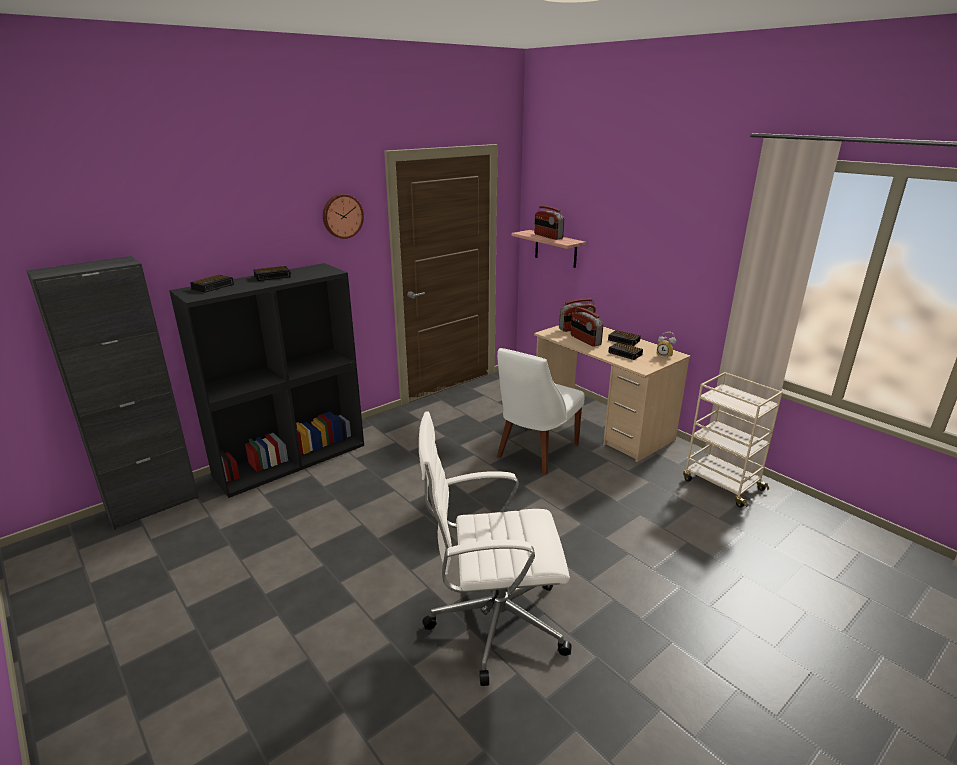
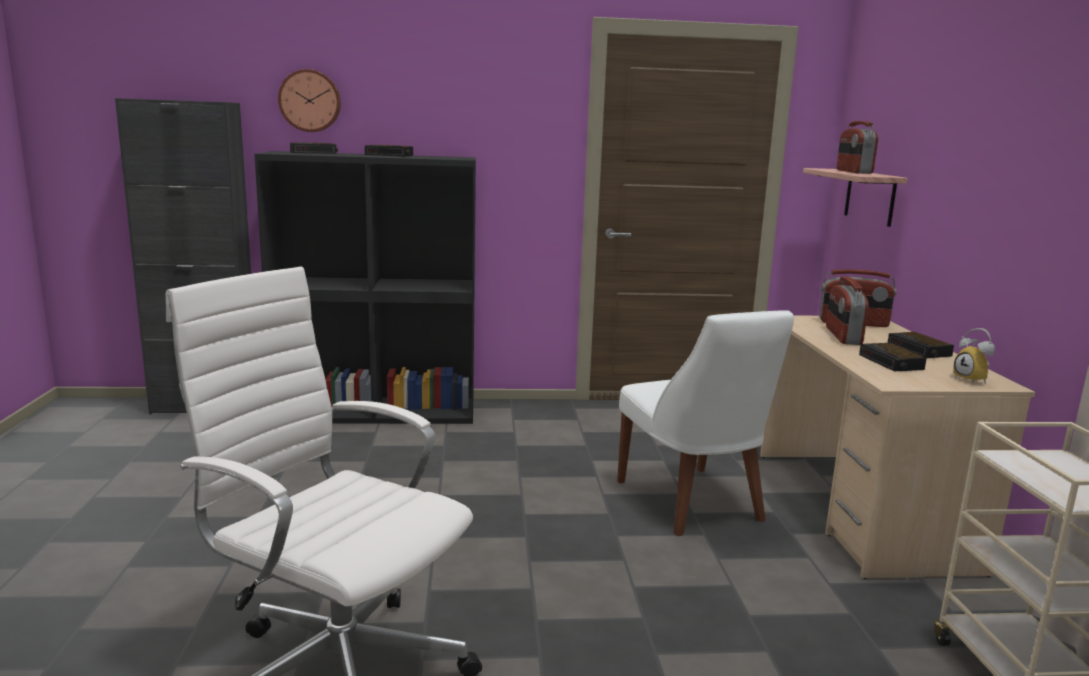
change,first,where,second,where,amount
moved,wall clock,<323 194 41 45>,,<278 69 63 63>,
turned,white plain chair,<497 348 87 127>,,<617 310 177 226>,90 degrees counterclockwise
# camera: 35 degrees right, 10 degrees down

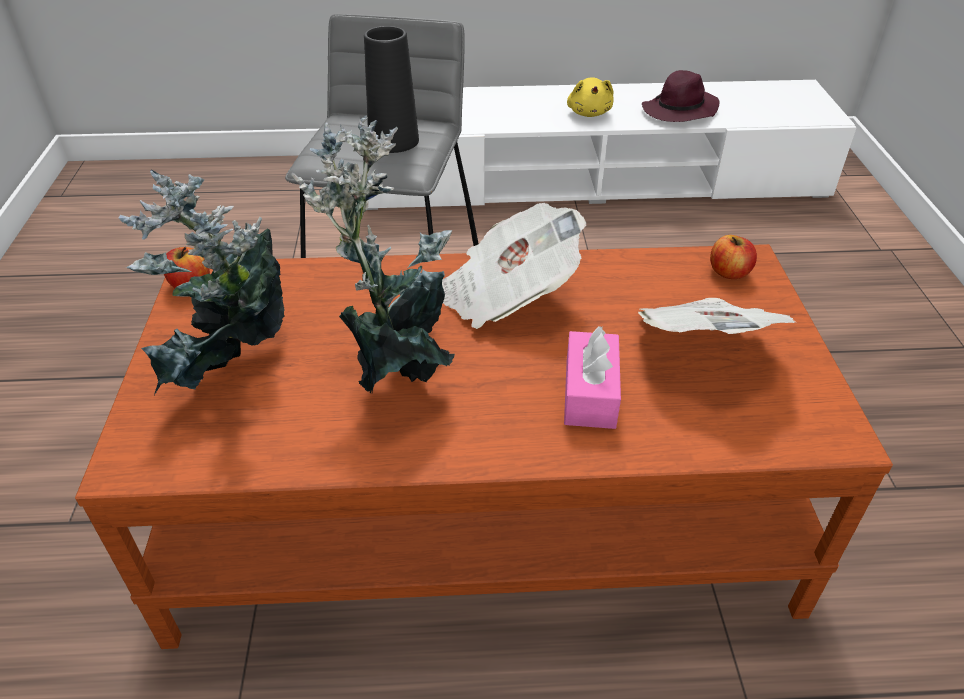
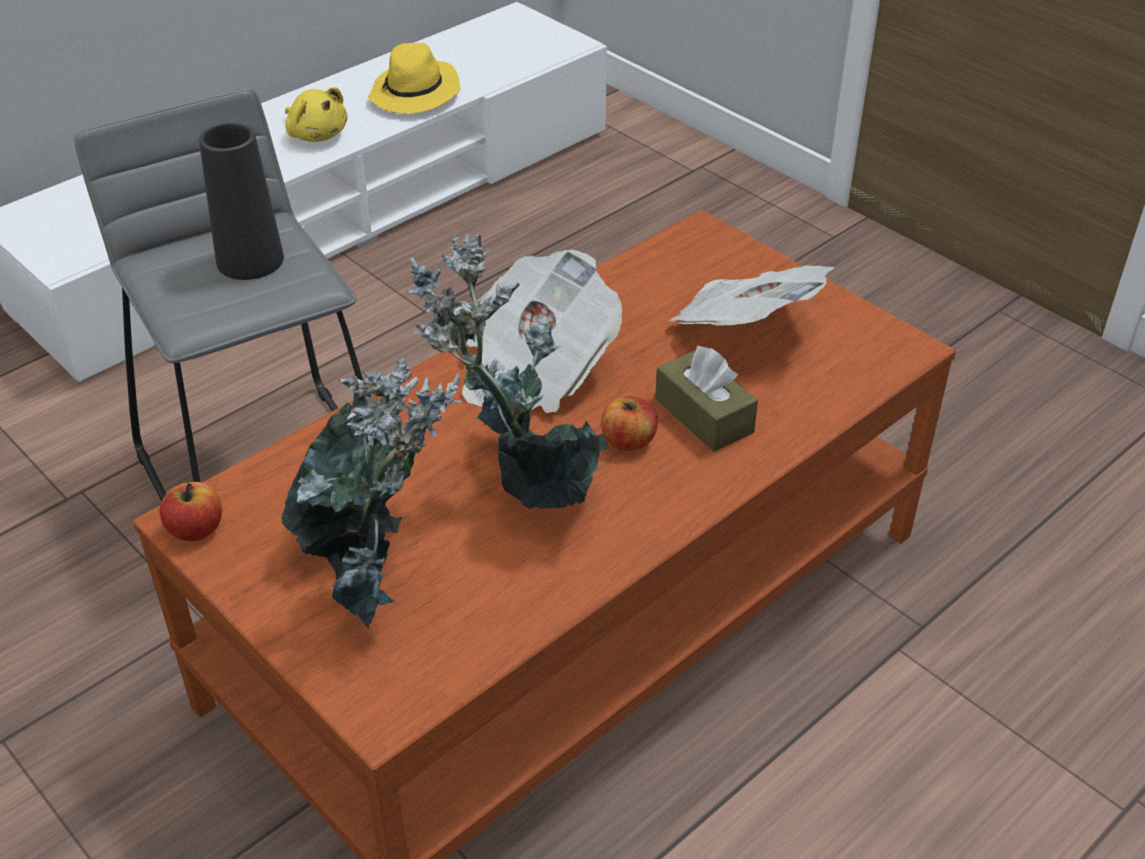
change,first,where,second,where,amount
moved,apple,<710 235 47 44>,,<601 396 57 55>,
recoloured,pink-coloured box of tissues,<564 326 57 103>,brownish box of tissues,<655 346 103 106>,
recoloured,purplish wearable hat,<642 70 77 52>,yellowish wearable hat,<368 43 93 71>,
# camera: 40 degrees left, 0 degrees up

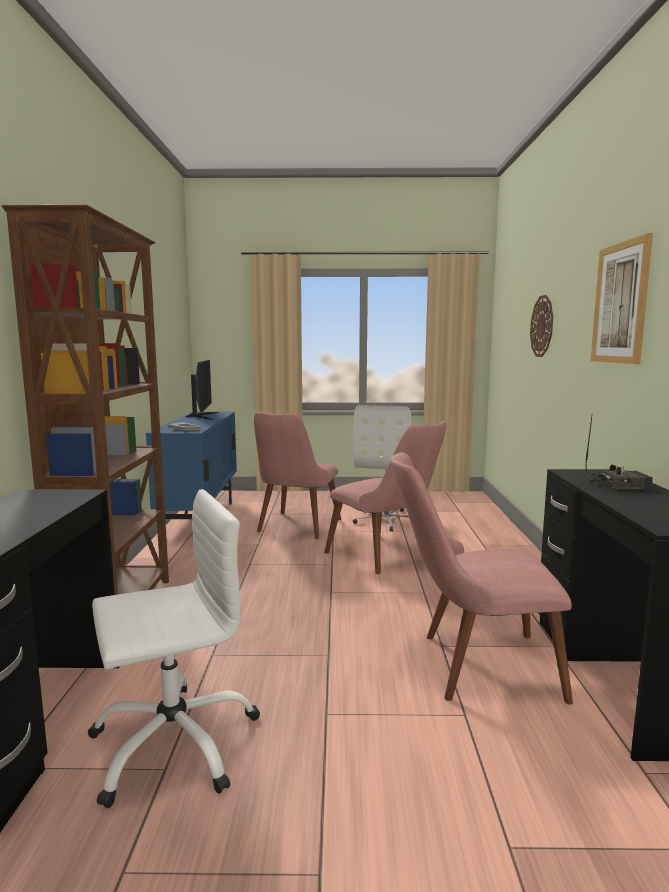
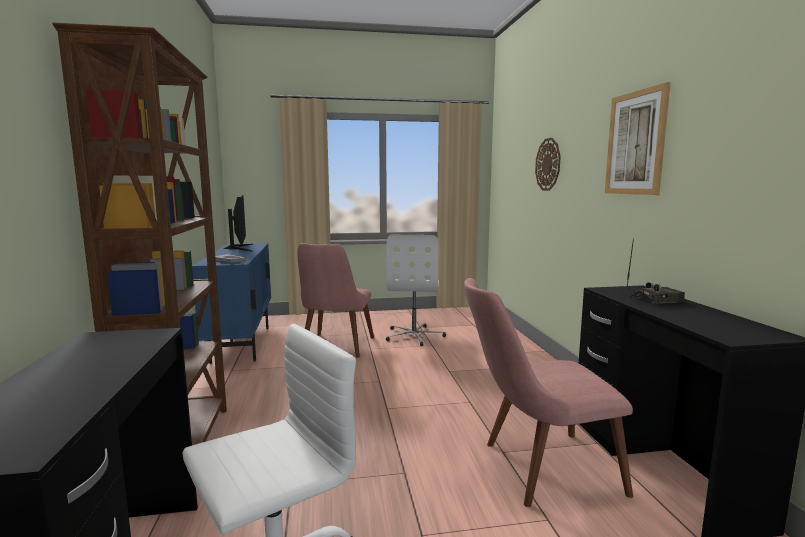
change,first,where,second,where,amount
removed,pink-coloured plain chair,<324 421 123 153>,,,
# camera: 10 degrees left, 0 degrees up

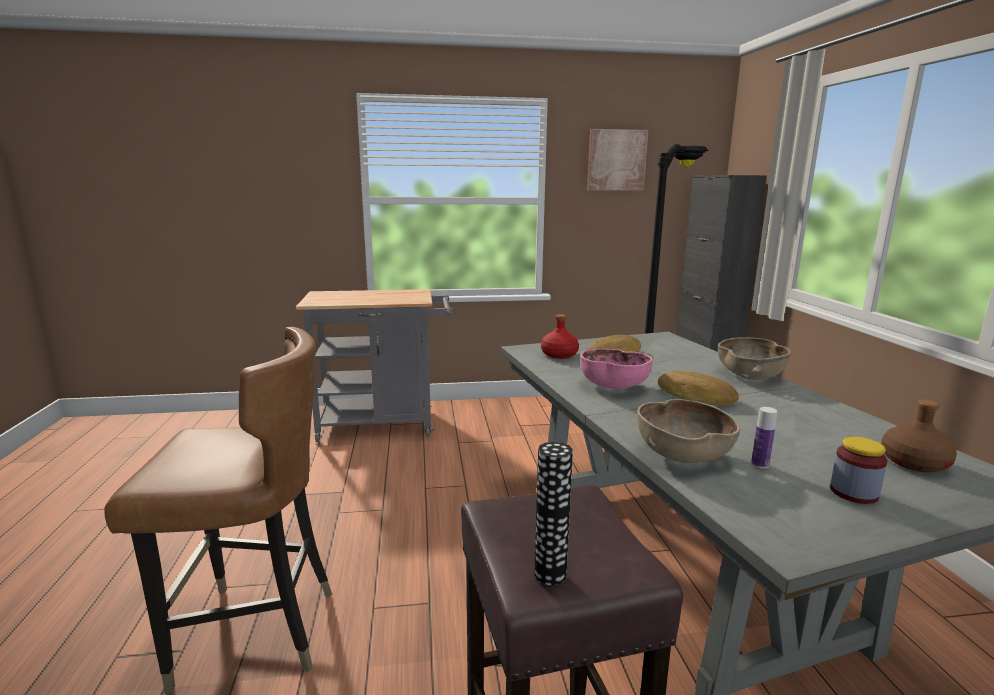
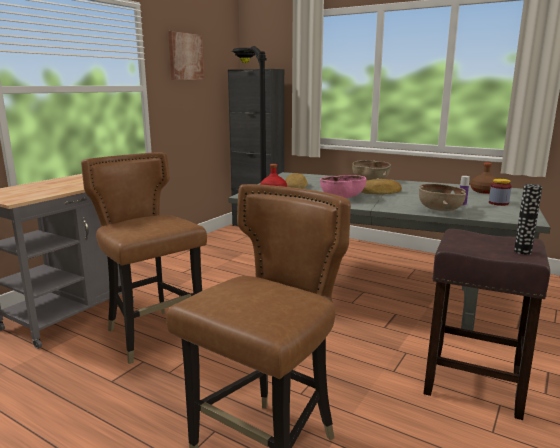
change,first,where,second,where,amount
added,,,brownish plain chair,<81 152 126 212>,
# camera: 50 degrees left, 0 degrees up

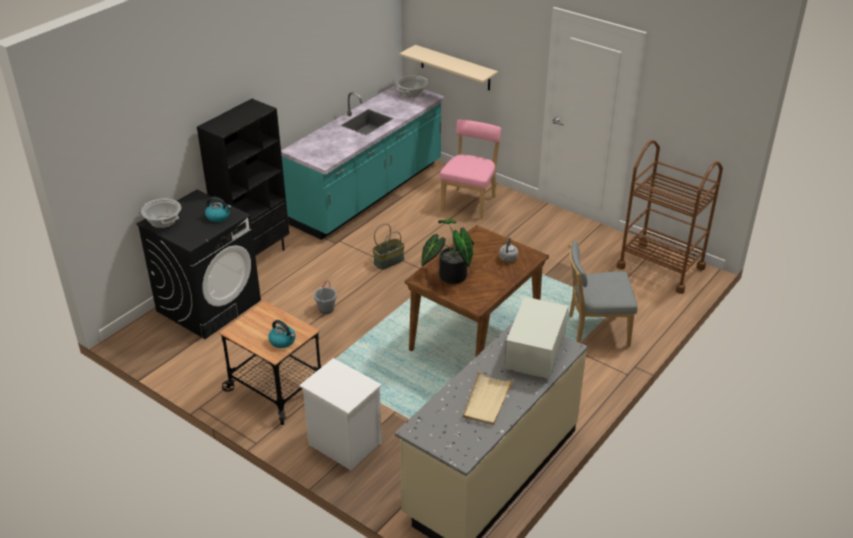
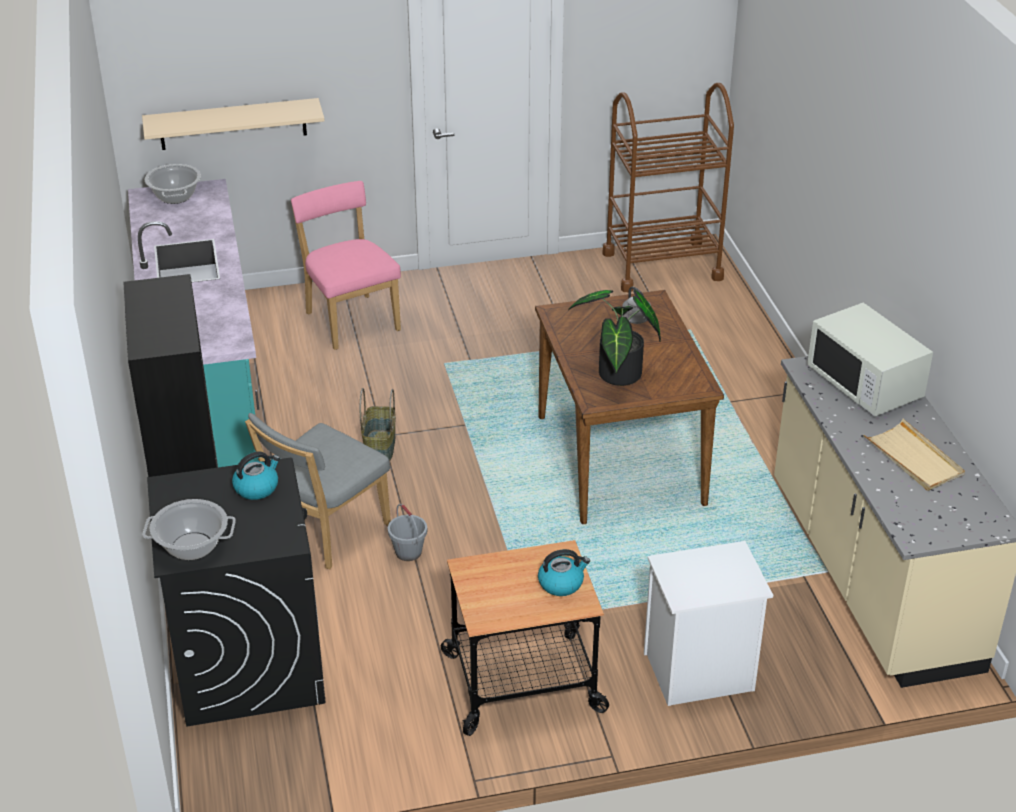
change,first,where,second,where,amount
moved,greyish plain chair,<569 240 69 107>,,<245 413 146 156>,
# camera: 50 degrees left, 0 degrees up

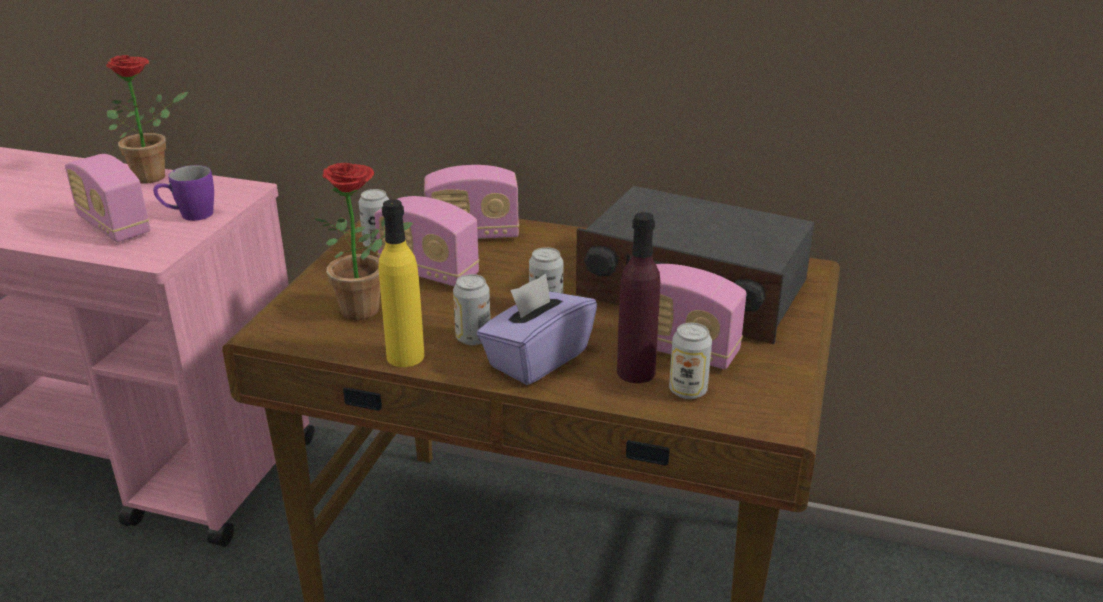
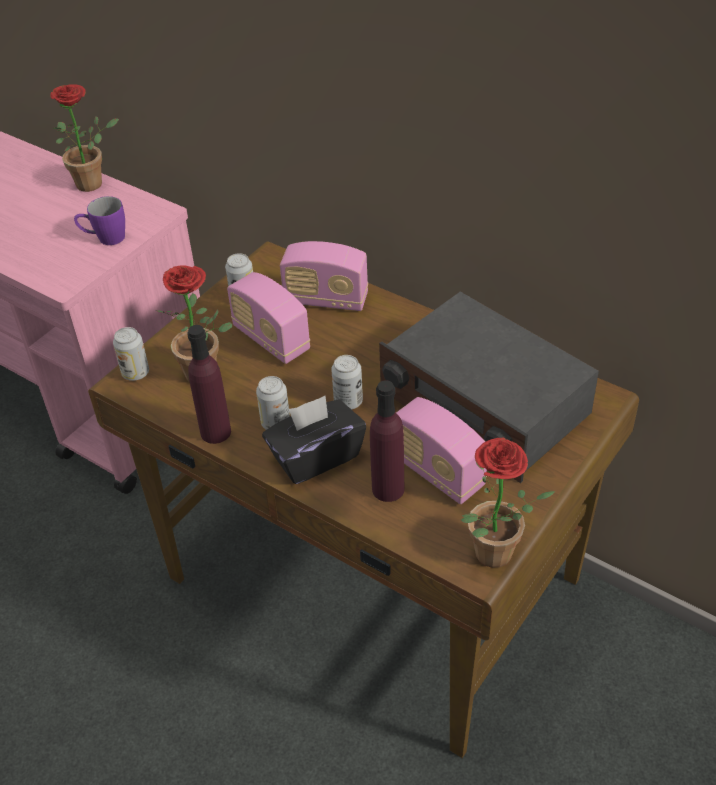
change,first,where,second,where,amount
removed,radio receiver,<65 154 85 88>,,,
added,,,plant in a pot,<461 438 95 130>,
moved,metal can,<669 323 43 76>,,<113 327 36 54>,
recoloured,yellowish drink bottle,<379 199 45 168>,purplish drink bottle,<187 325 44 119>,
recoloured,purplish box of tissues,<477 274 120 111>,blackish box of tissues,<262 396 104 88>,
# camera: 20 degrees right, 15 degrees up

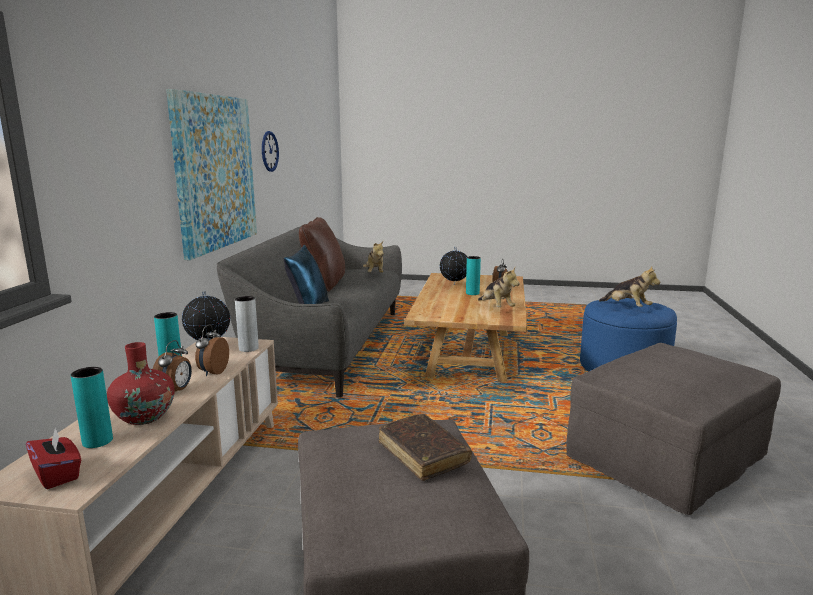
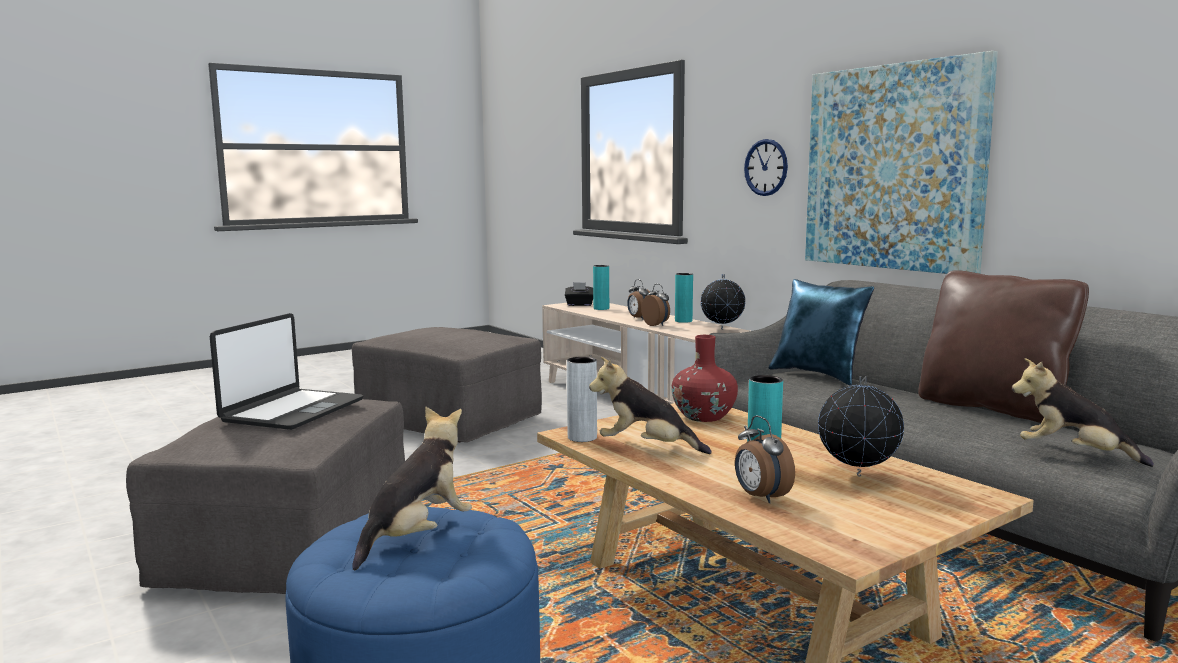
change,first,where,second,where,amount
removed,brownish bound book,<379 414 93 67>,,,
added,,,notebook computer,<210 313 154 117>,
moved,red vase,<107 342 68 83>,,<671 335 67 87>,
moved,greyish vase,<235 296 24 56>,,<567 357 30 85>,
moved,wall clock,<262 131 17 41>,,<744 139 44 57>,
recoloured,red box of tissues,<26 427 55 62>,blackish box of tissues,<565 282 28 24>,
turned,plush toy,<599 266 61 41>,,<352 406 120 165>,120 degrees clockwise
# camera: 135 degrees right, 5 degrees down

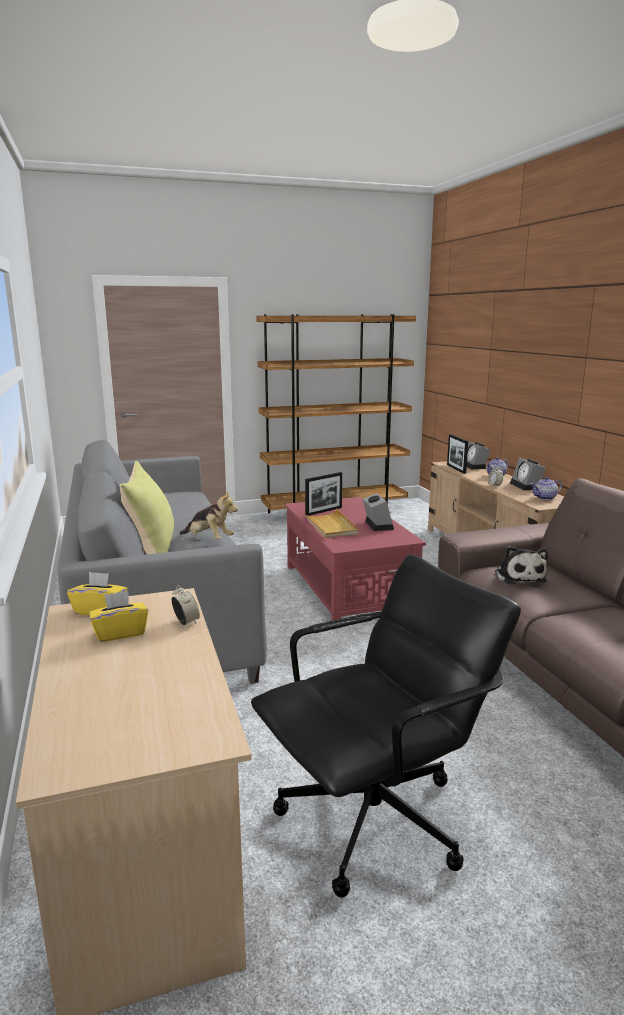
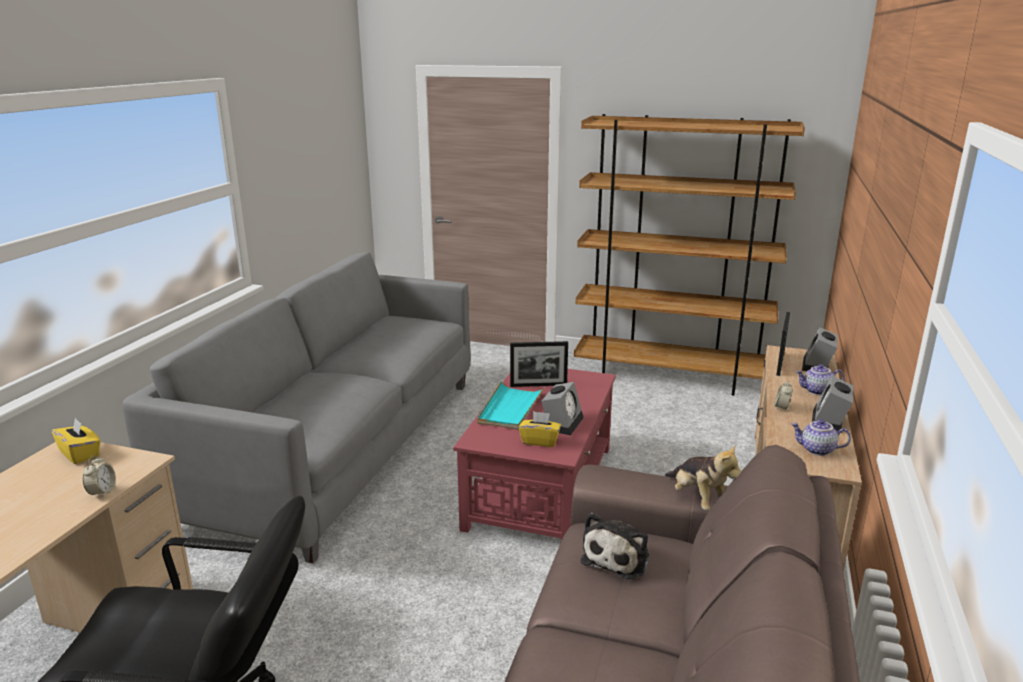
change,first,where,second,where,amount
removed,yellowish throw pillow,<120 461 54 93>,,,
moved,yellowish box of tissues,<89 591 59 51>,,<519 411 42 36>,
moved,plush toy,<180 491 58 48>,,<665 444 76 67>,
recoloured,beige tray,<302 509 57 29>,turquoise tray,<477 381 68 49>,
# camera: 35 degrees right, 5 degrees up

